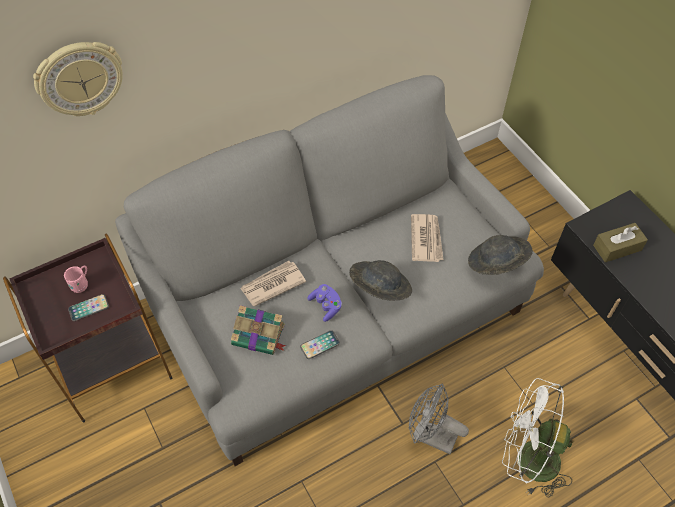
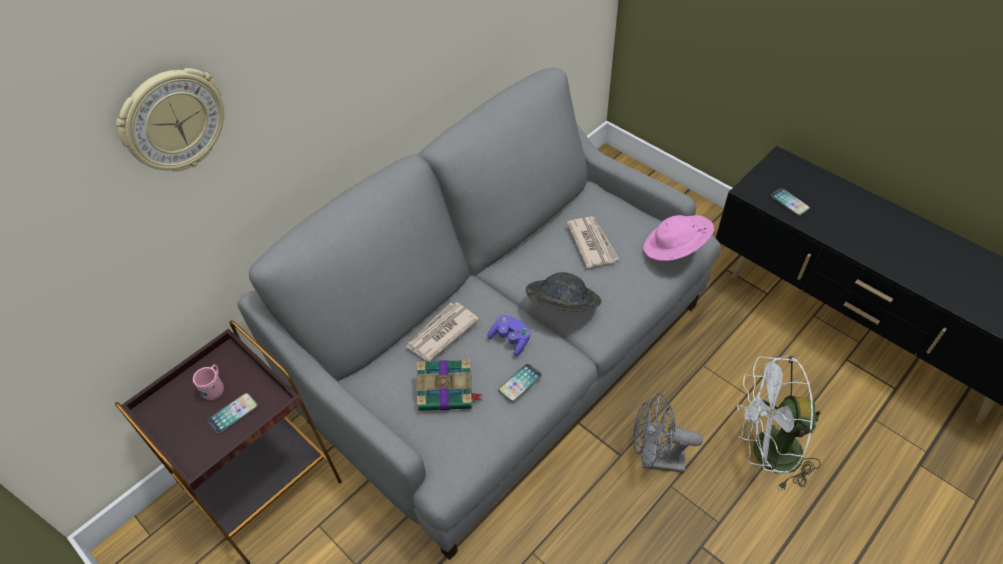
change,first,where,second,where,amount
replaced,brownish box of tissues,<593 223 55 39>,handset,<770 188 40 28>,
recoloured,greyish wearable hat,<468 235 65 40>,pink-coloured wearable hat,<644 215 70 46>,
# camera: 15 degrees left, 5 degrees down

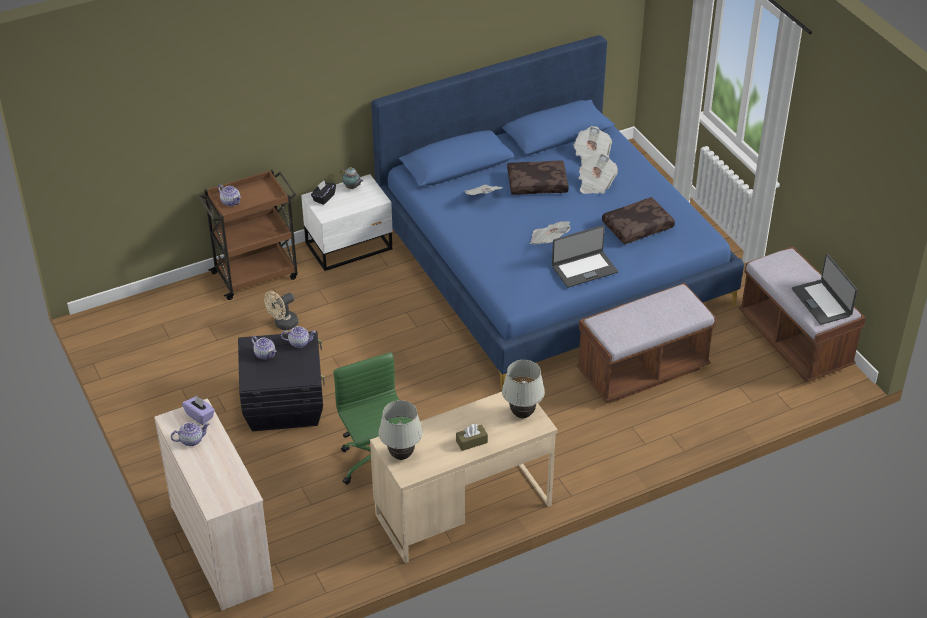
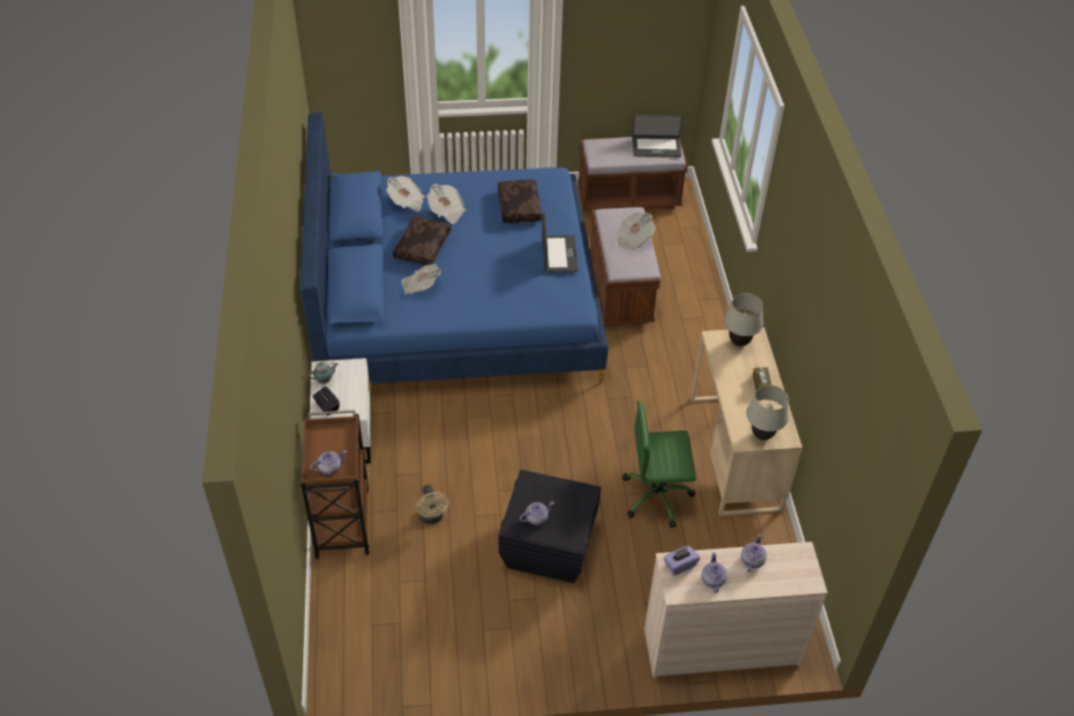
change,first,where,second,where,amount
moved,tea pot,<281 326 35 22>,,<741 534 26 38>,
moved,daily paper,<530 221 41 23>,,<614 212 41 39>,
# camera: 70 degrees left, 5 degrees up

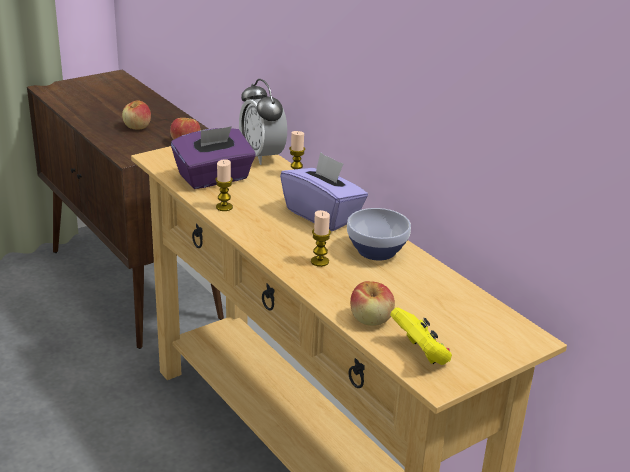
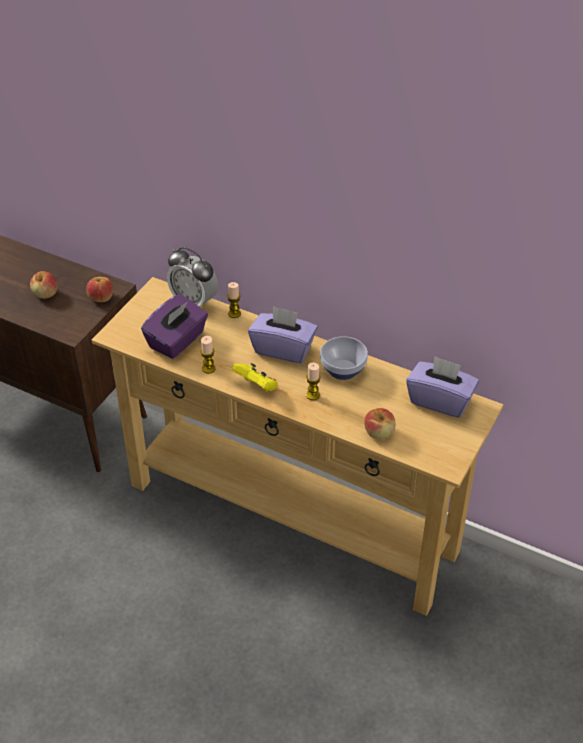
change,first,where,second,where,amount
added,,,purplish box of tissues,<406 356 73 62>,
moved,yellowish gamepad,<390 307 62 58>,,<232 363 46 29>,
# camera: 25 degrees left, 15 degrees up

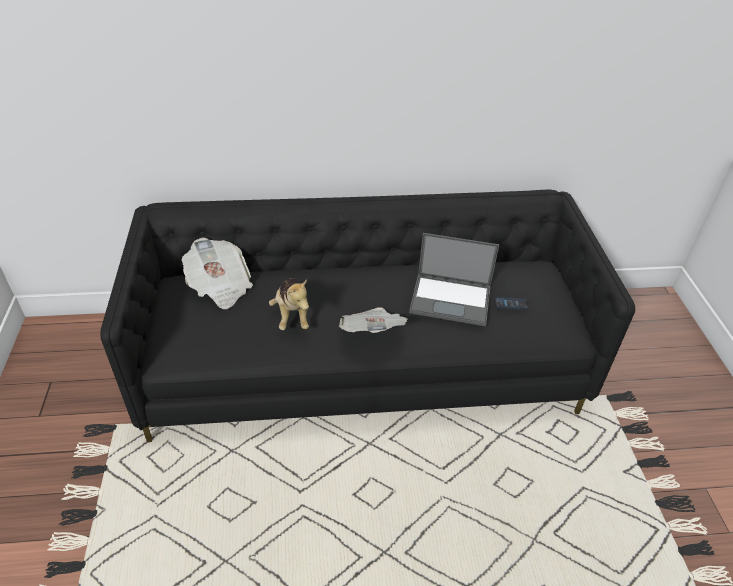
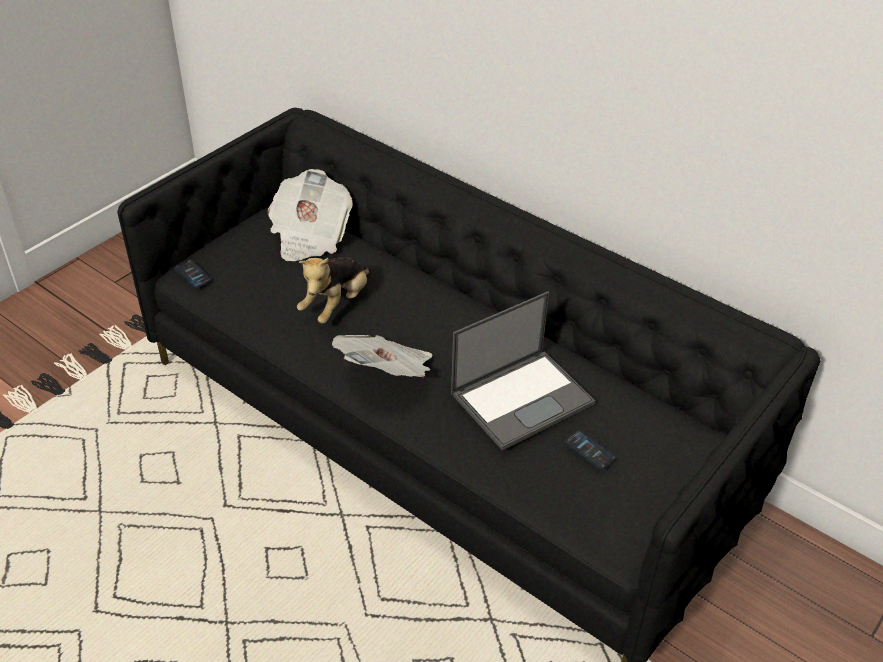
change,first,where,second,where,amount
added,,,handset,<174 260 38 28>,
turned,notebook computer,<409 233 90 93>,,<451 291 144 160>,90 degrees counterclockwise
# camera: 45 degrees right, 0 degrees up

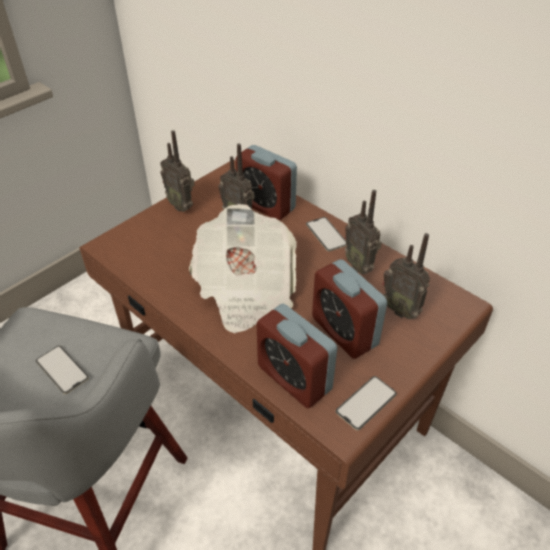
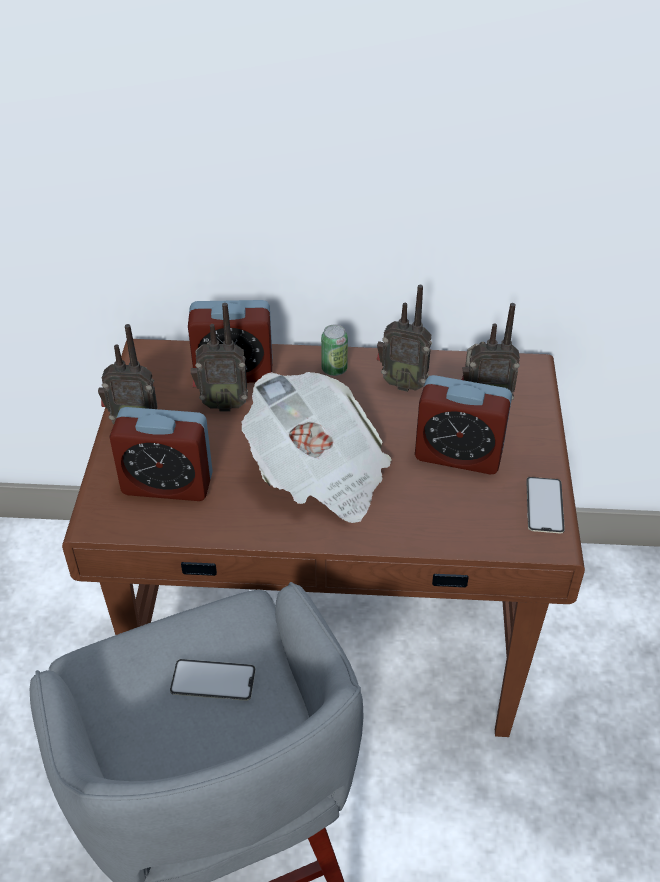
change,first,where,second,where,amount
moved,table clock,<256 304 81 104>,,<109 407 104 94>,
replaced,handset,<306 217 41 34>,metal can,<321 324 27 52>,
# camera: 40 degrees left, 0 degrees up

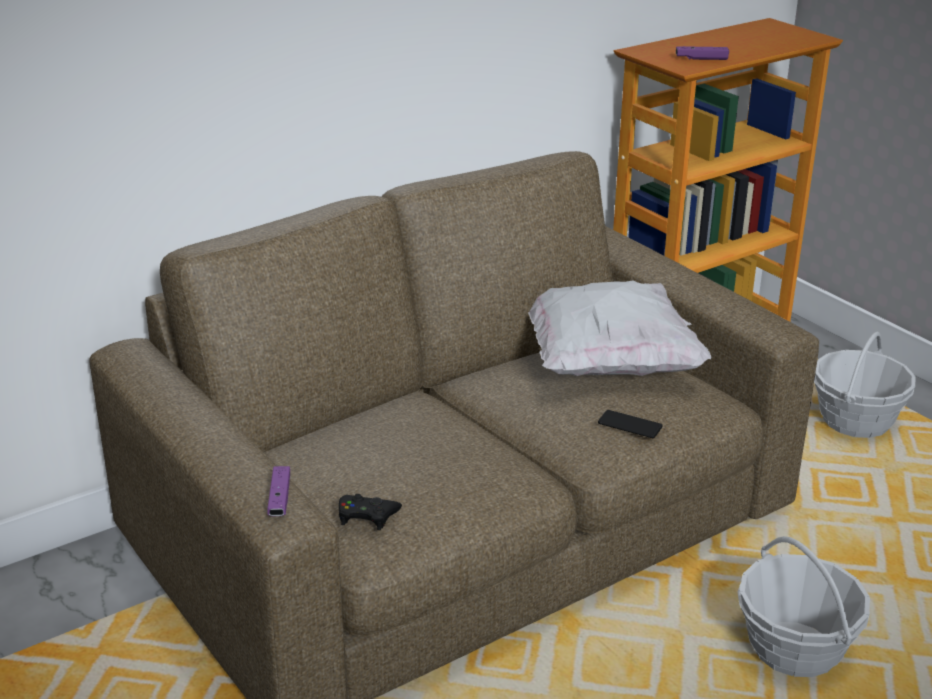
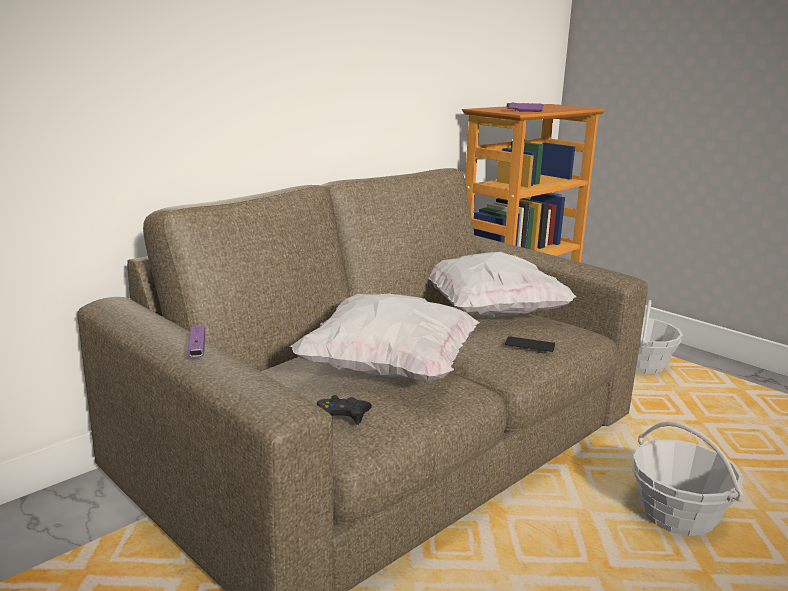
change,first,where,second,where,amount
added,,,white throw pillow,<290 294 190 87>,
moved,purplish gamepad,<267 466 23 50>,,<188 326 17 31>,
# camera: 10 degrees left, 10 degrees down

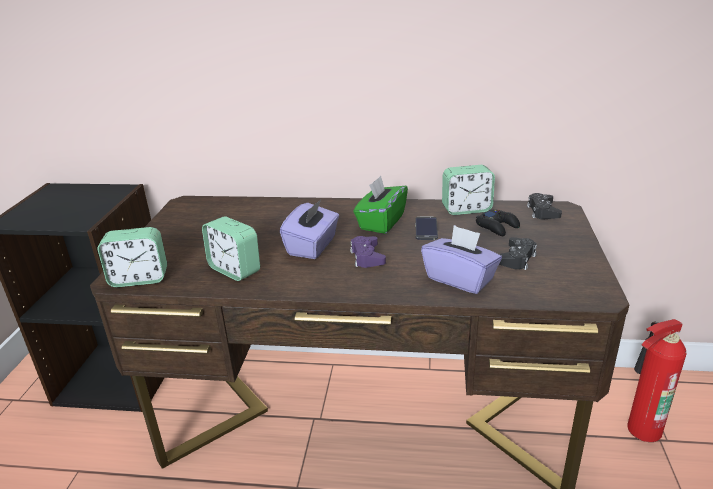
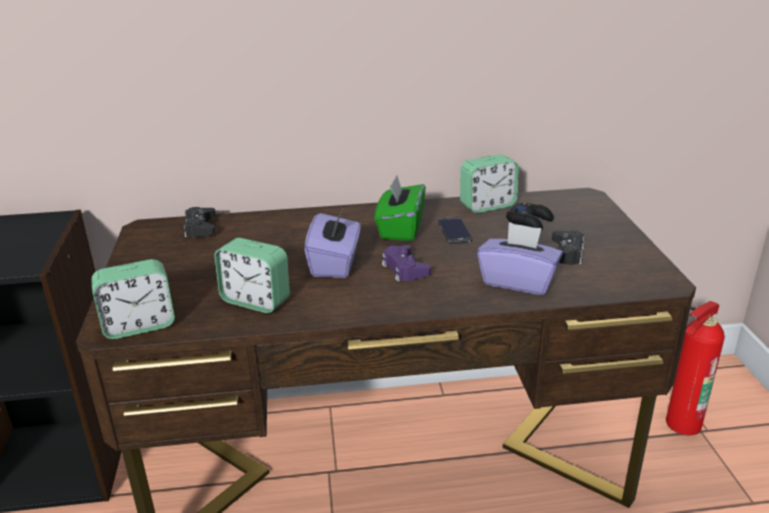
change,first,where,second,where,amount
moved,blackish gamepad,<527 193 35 26>,,<184 207 32 31>,
# camera: 15 degrees left, 0 degrees up

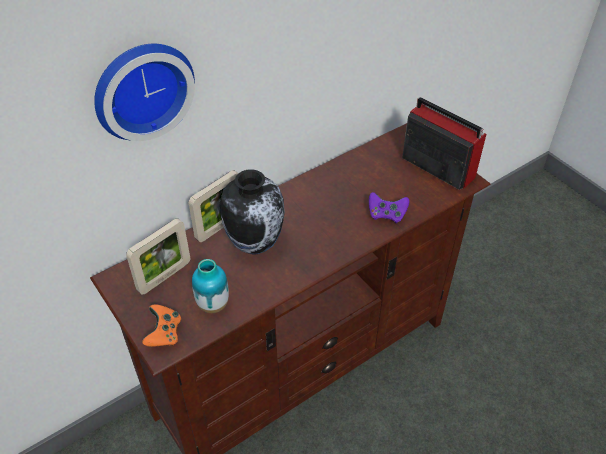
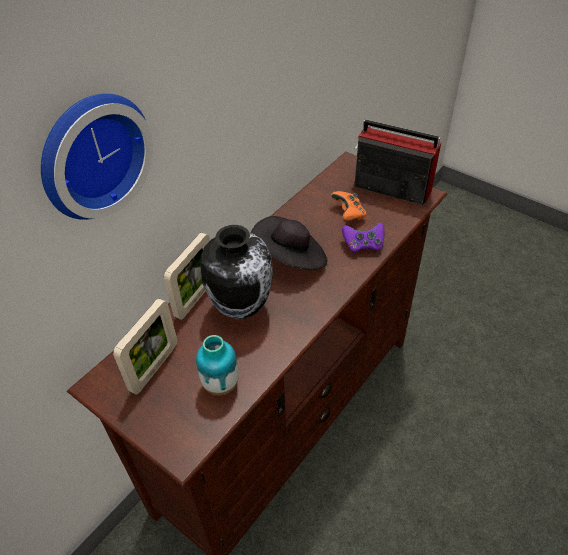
change,first,where,second,where,amount
added,,,blackish wearable hat,<251 216 77 54>,
moved,orangey gamepad,<142 305 39 42>,,<331 191 35 30>,
# camera: 15 degrees left, 0 degrees up

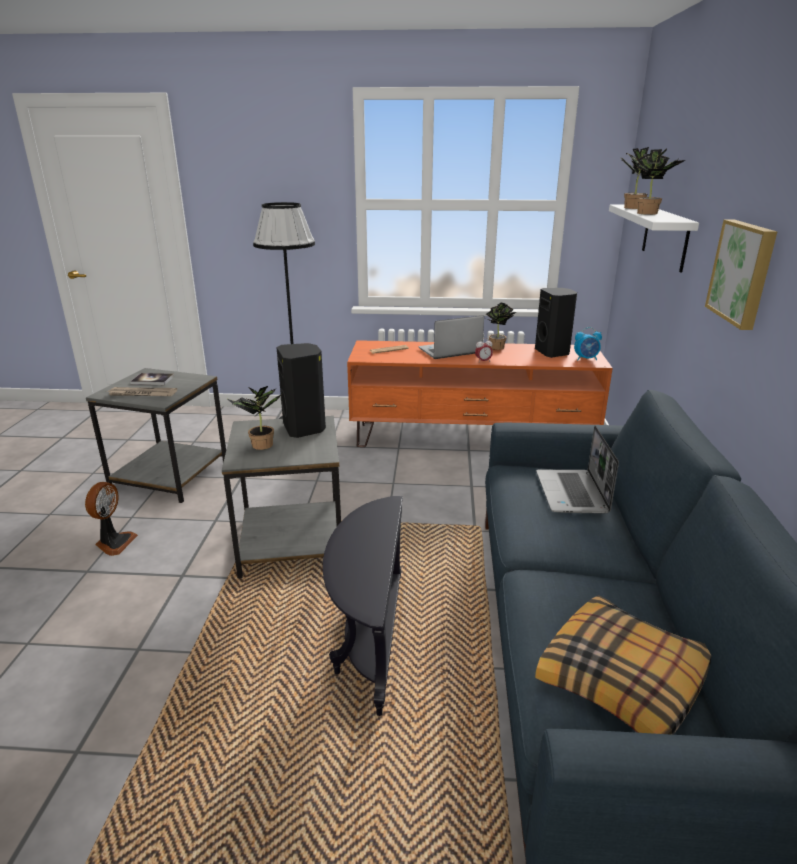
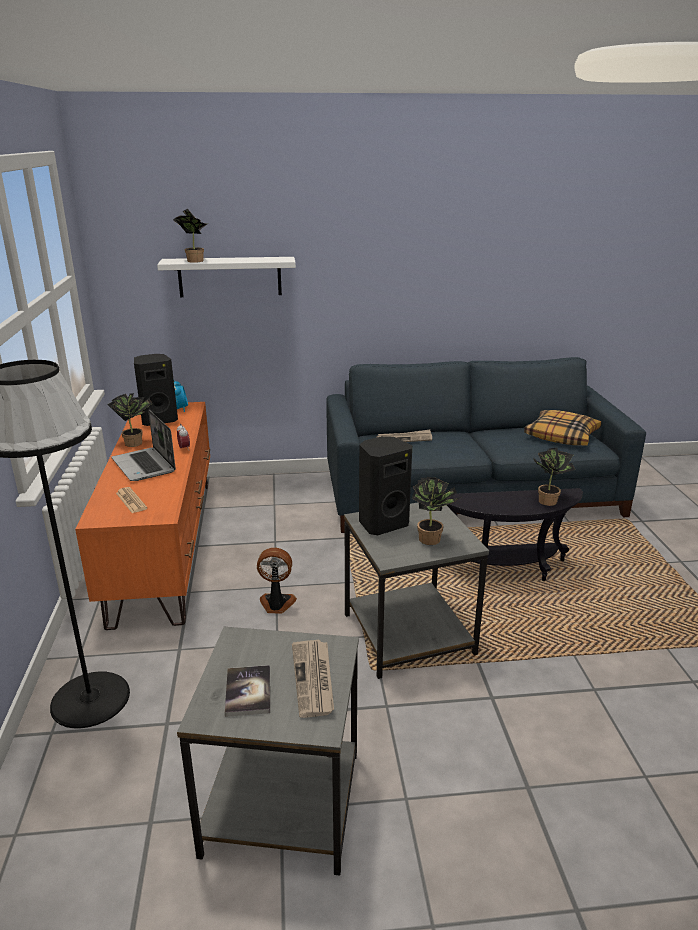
change,first,where,second,where,amount
removed,picture,<705 219 72 111>,,,
moved,cooling fan,<85 482 53 74>,,<257 548 40 66>,
moved,plant in a pot,<637 148 48 67>,,<532 448 43 58>,
replaced,notebook computer,<536 425 83 89>,daily paper,<377 430 55 12>,
# camera: 100 degrees left, 0 degrees up

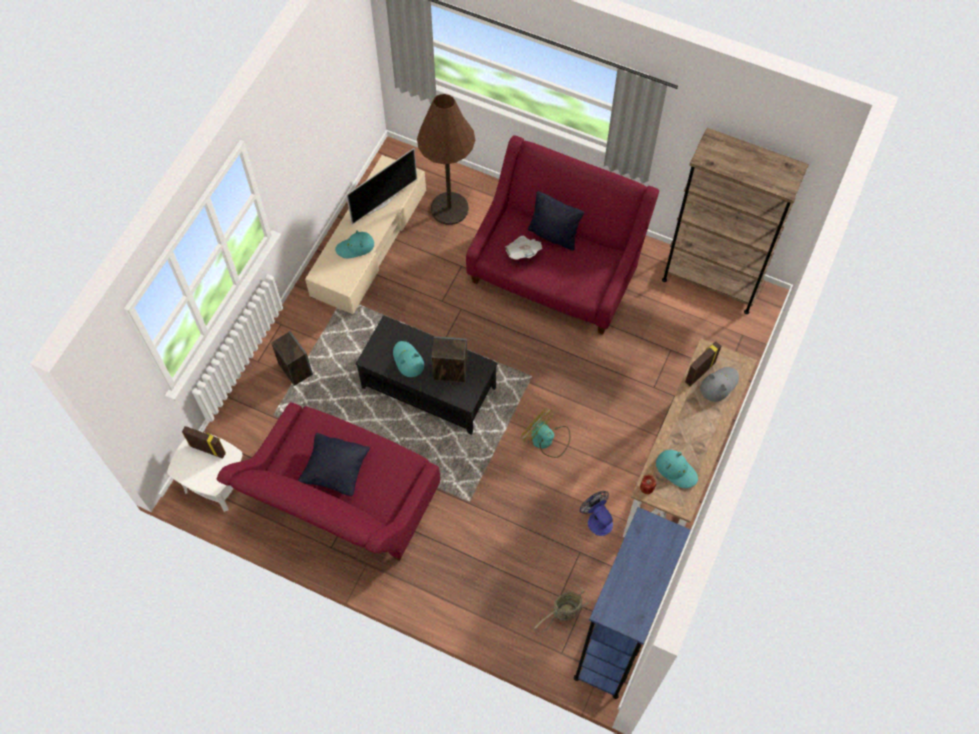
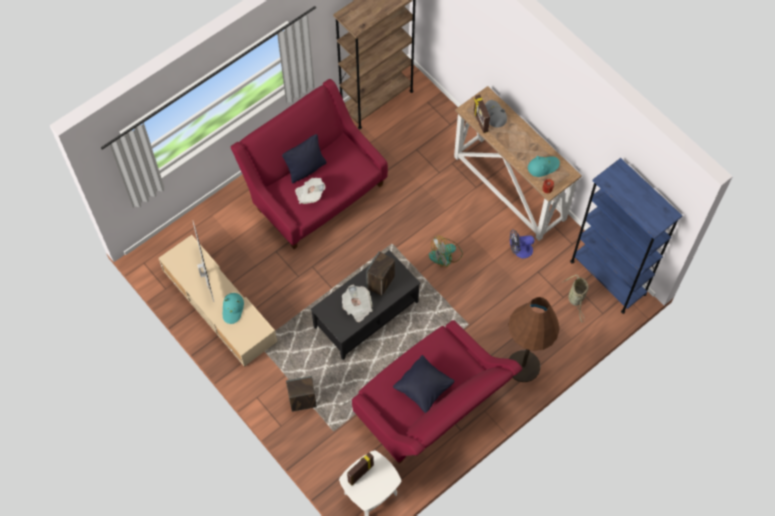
change,first,where,second,where,amount
moved,brownish standard lamp,<417 94 58 131>,,<508 297 52 85>,
replaced,turquoise wearable hat,<393 341 31 36>,daily paper,<342 285 31 37>,
# camera: 65 degrees left, 0 degrees up

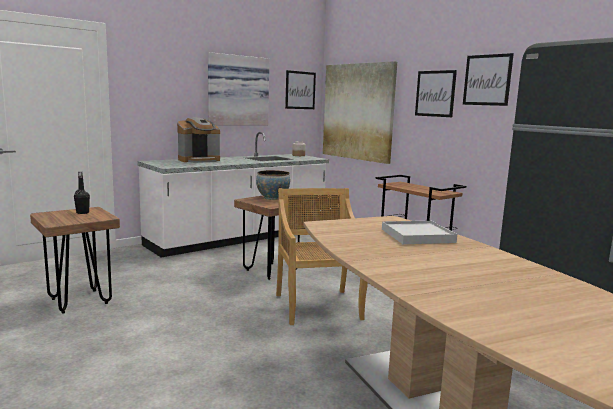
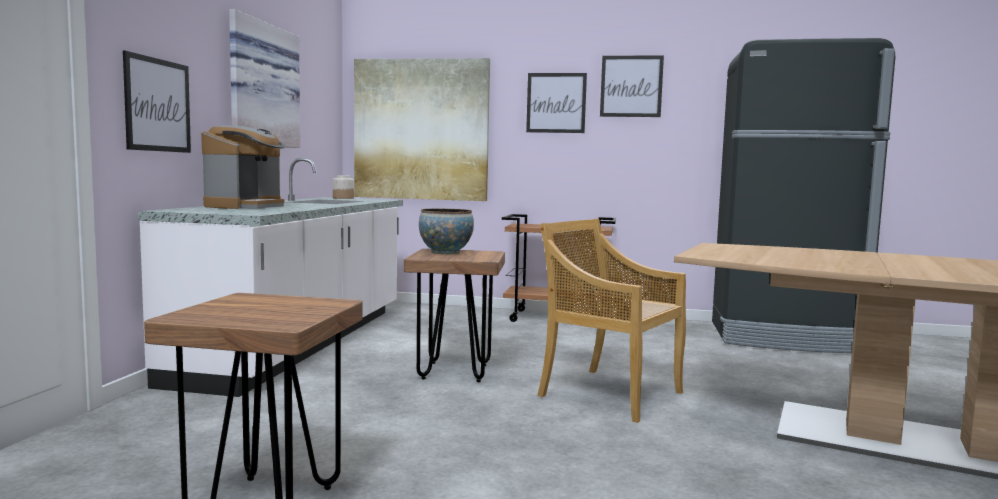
change,first,where,second,where,amount
removed,blackish drink bottle,<74 172 16 42>,,,
removed,white tray,<382 221 75 23>,,,
moved,picture,<285 70 31 39>,,<123 51 68 102>,
# camera: 40 degrees left, 5 degrees down

